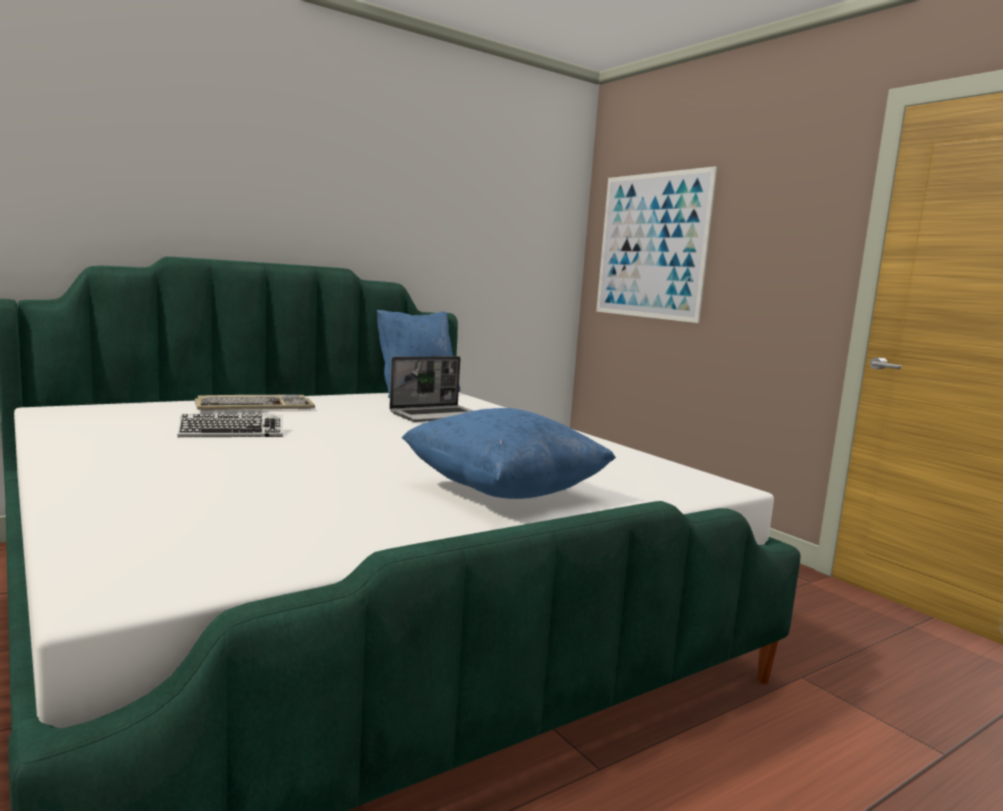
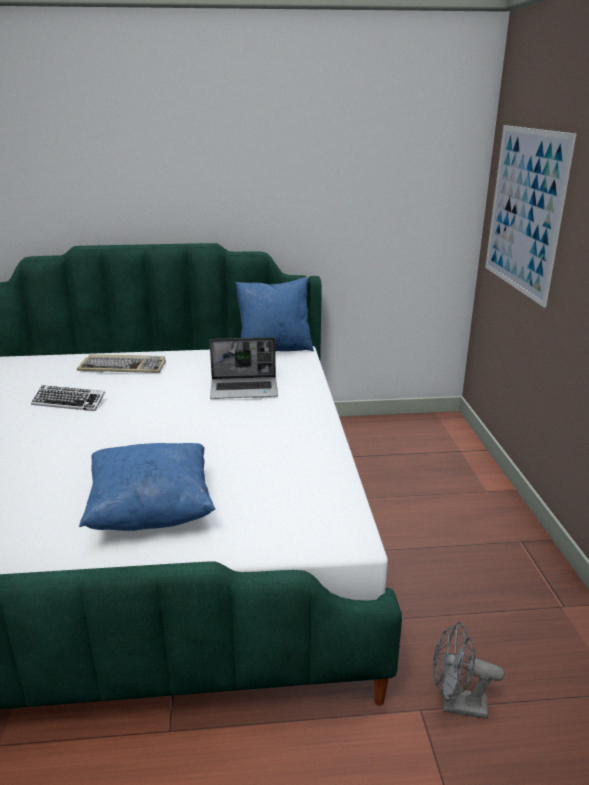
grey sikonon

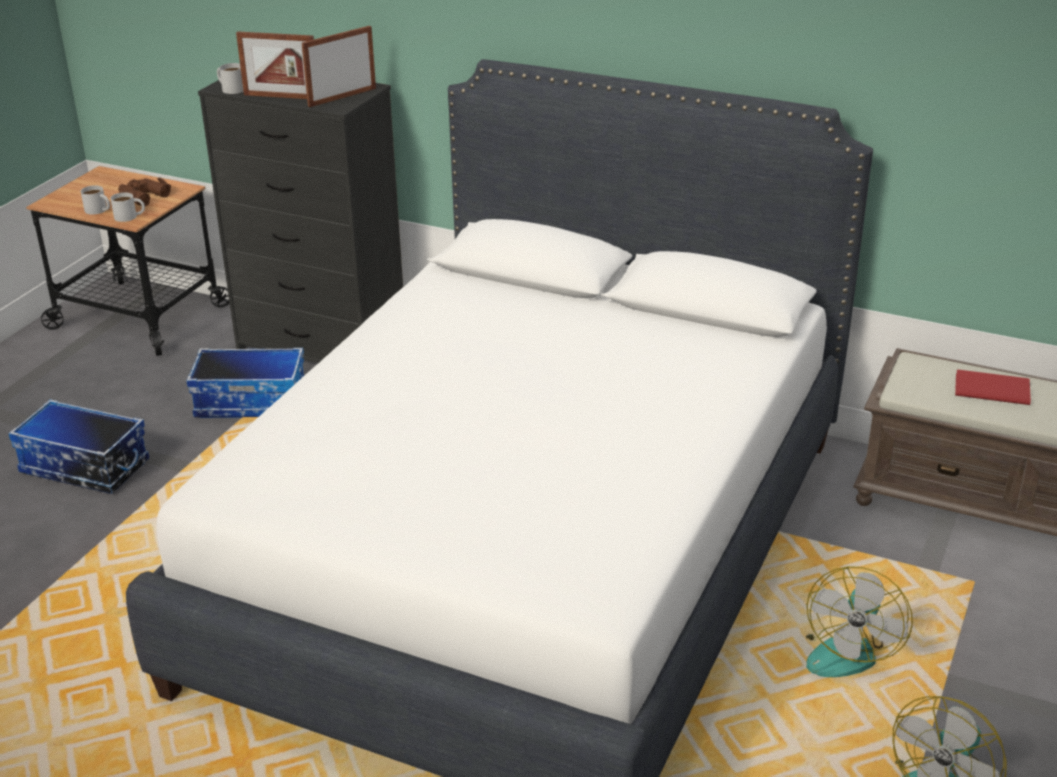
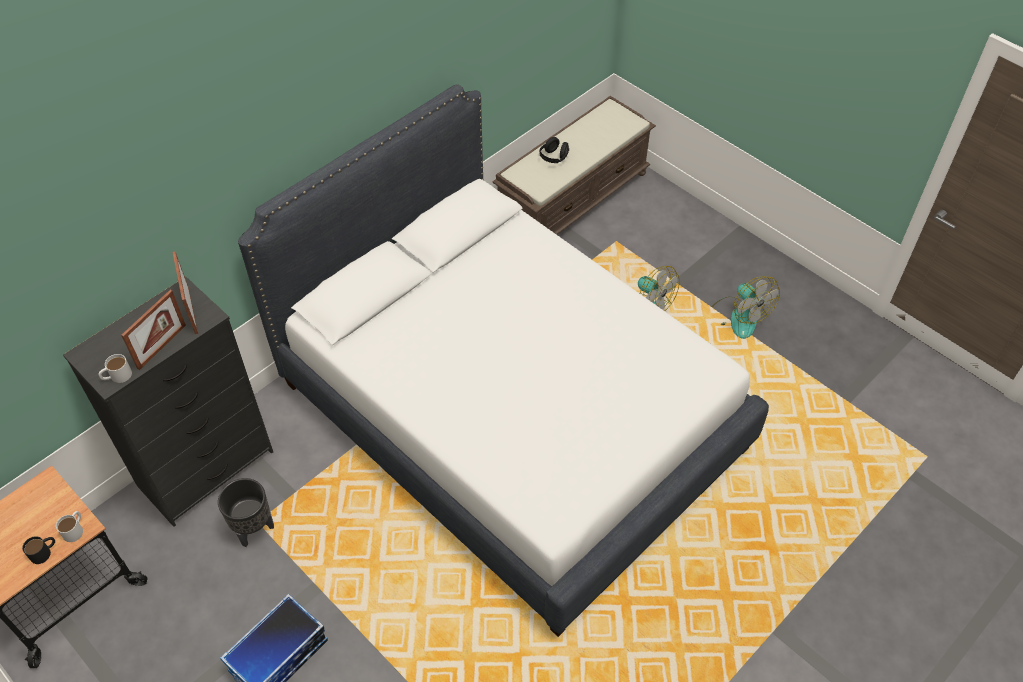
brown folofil
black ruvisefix
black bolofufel
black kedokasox

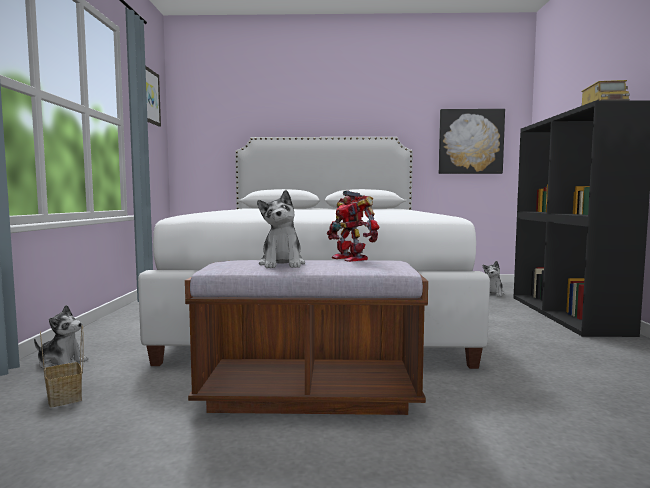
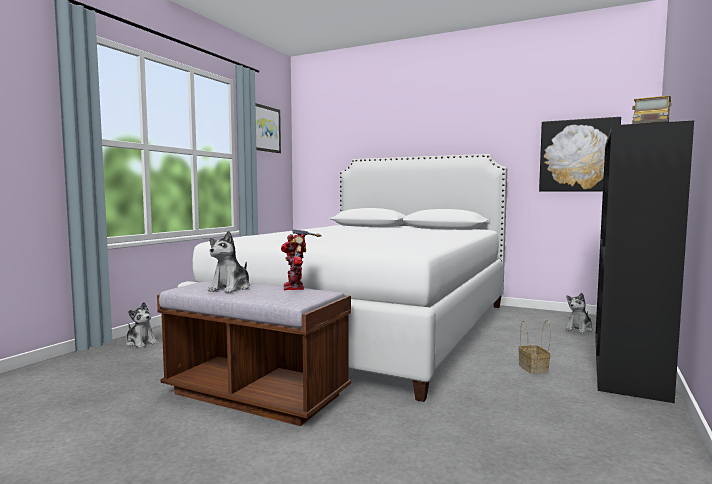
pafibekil

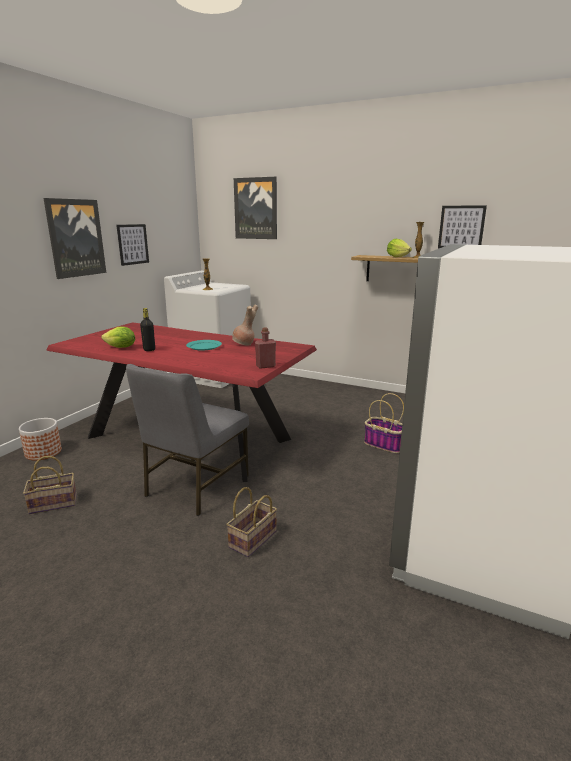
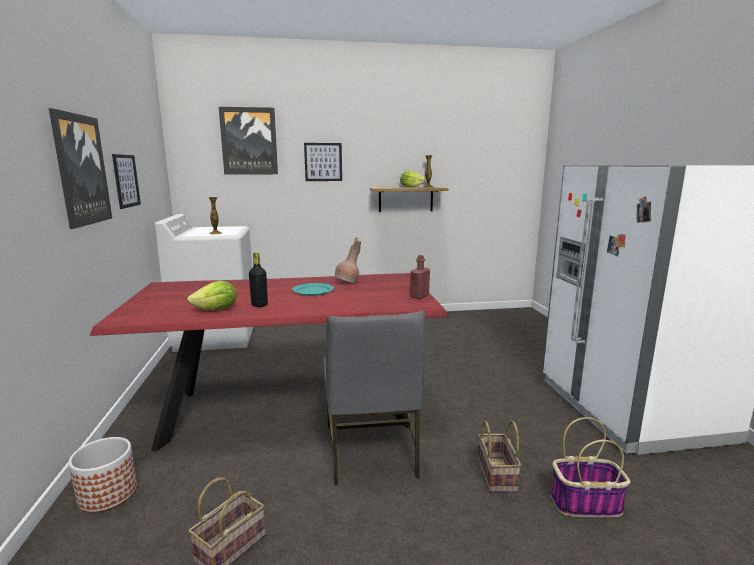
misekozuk (no. 4 from left)
pafibekil (no. 3 from left)

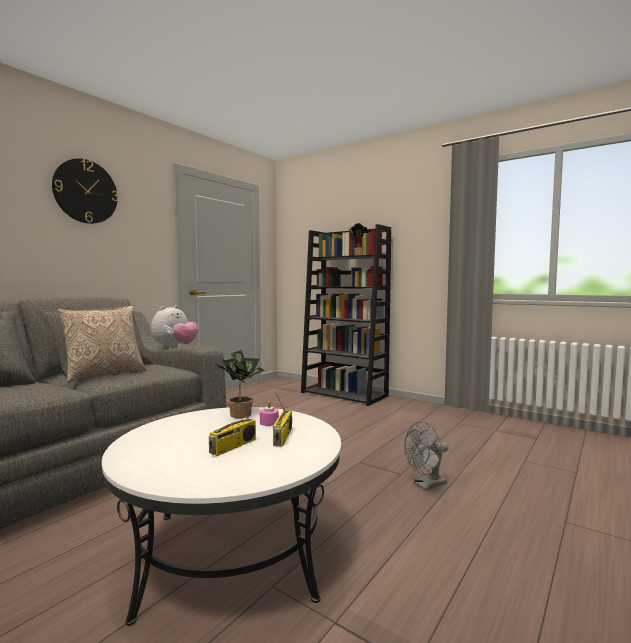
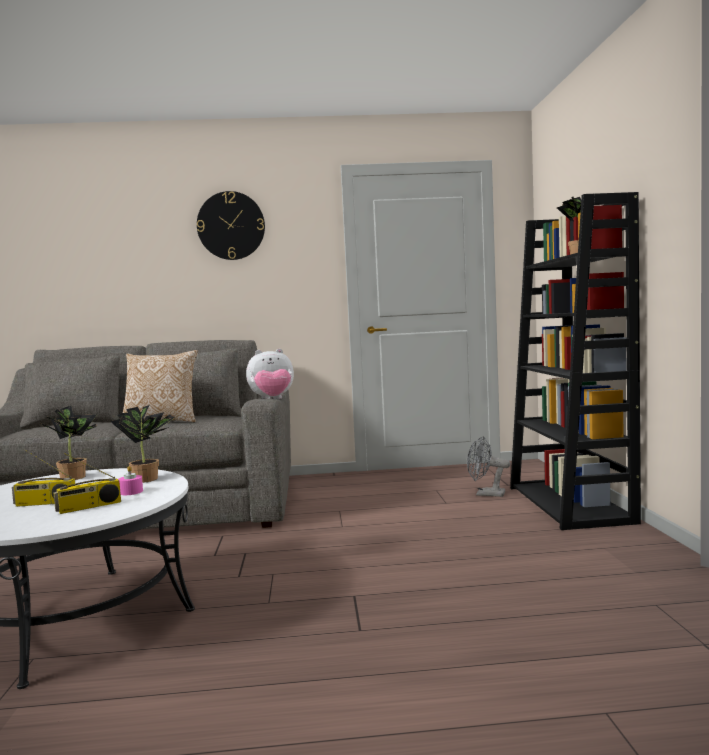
grey sikonon
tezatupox (no. 1 from left)

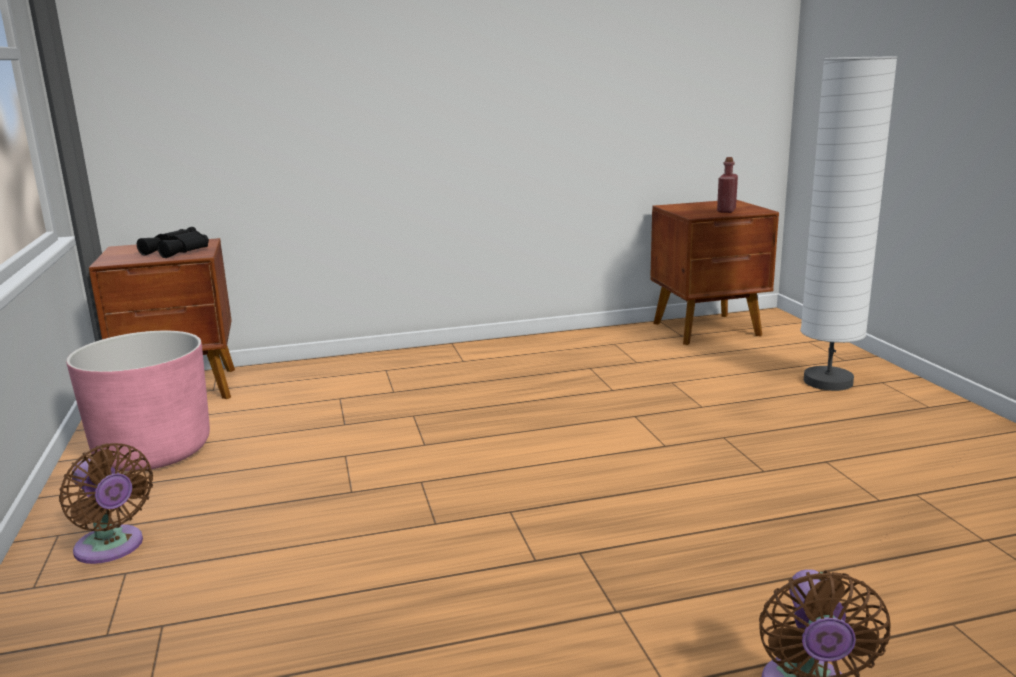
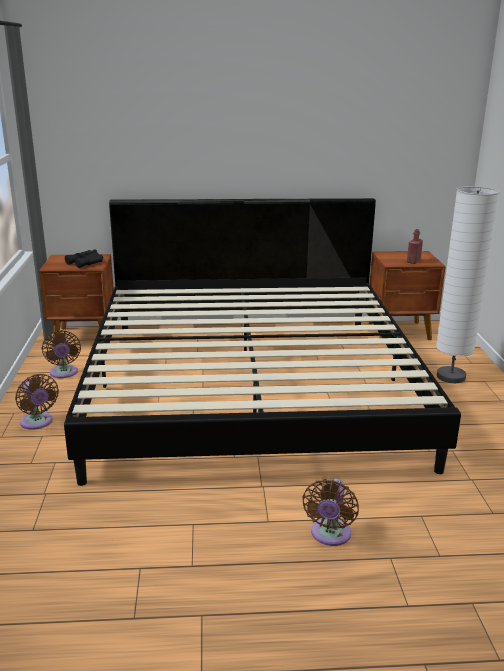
brown sikonon (no. 2 from left)
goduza

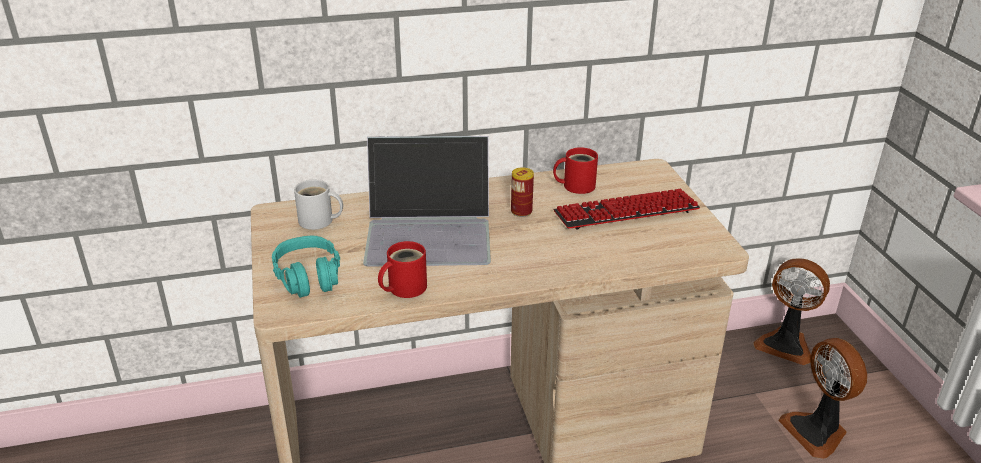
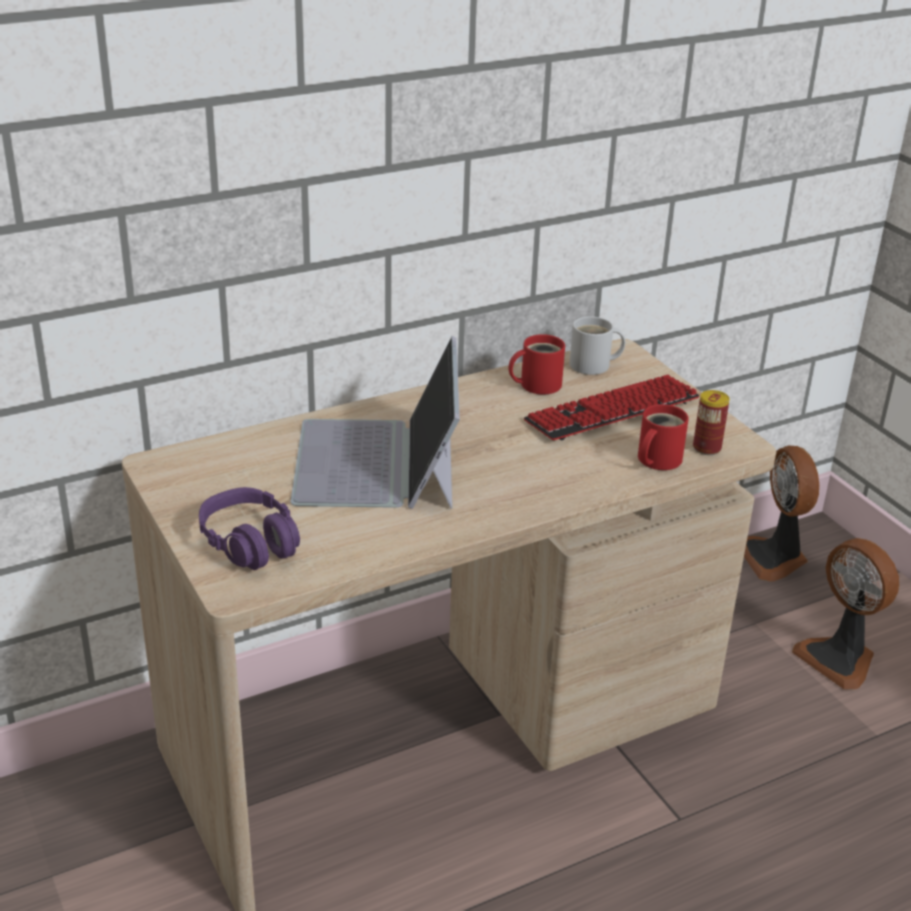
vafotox
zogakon
white ruvisefix
purple kedokasox
red ruvisefix (no. 2 from left)
sikonon (no. 1 from left)

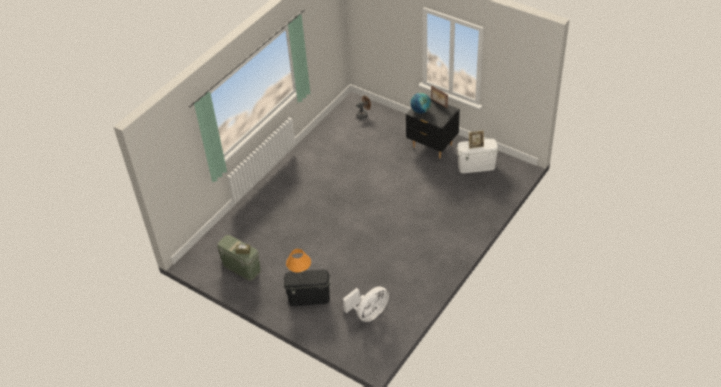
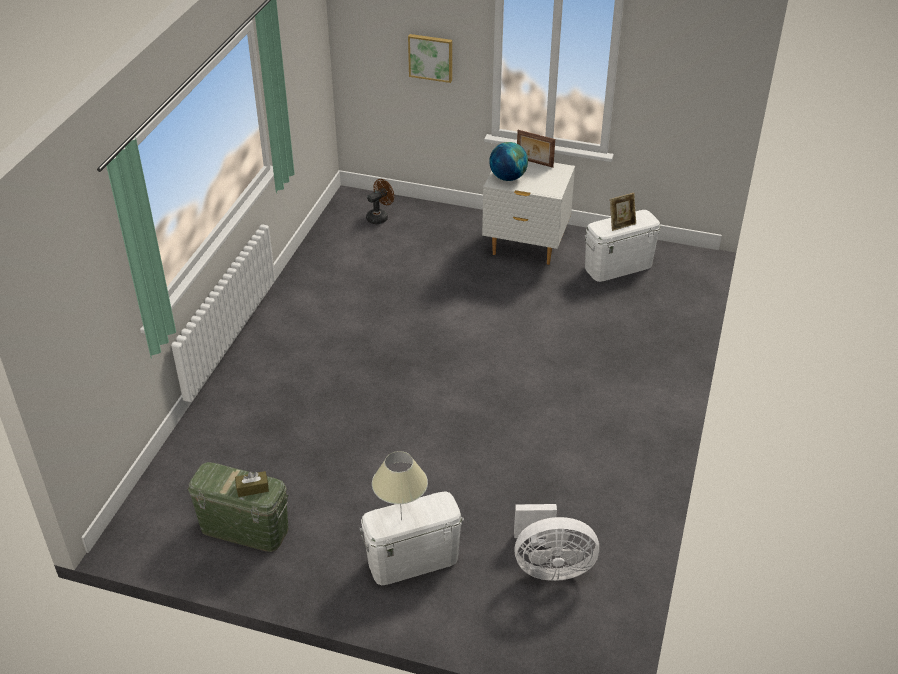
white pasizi
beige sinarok
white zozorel (no. 1 from left)
white sikonon
misekozuk

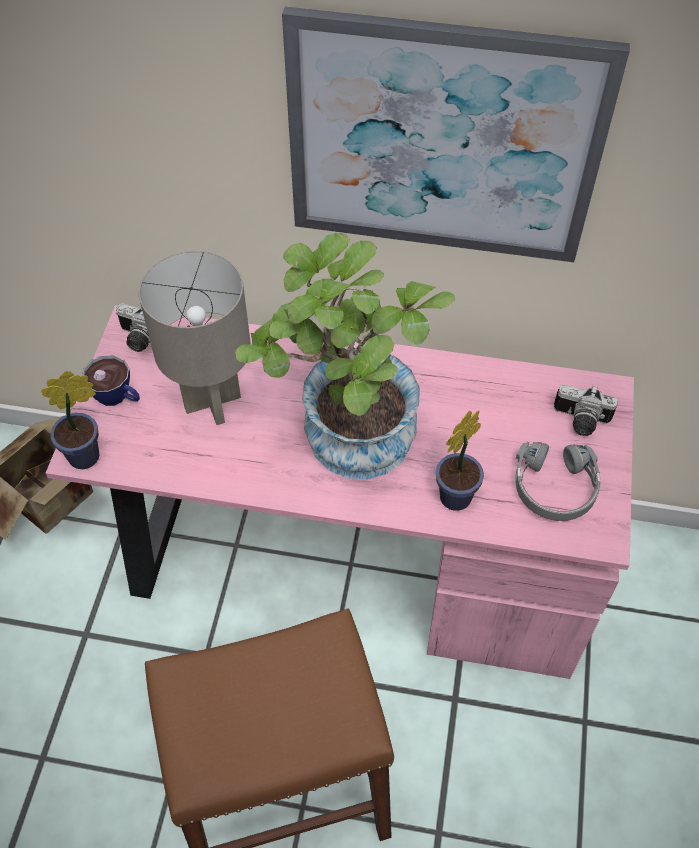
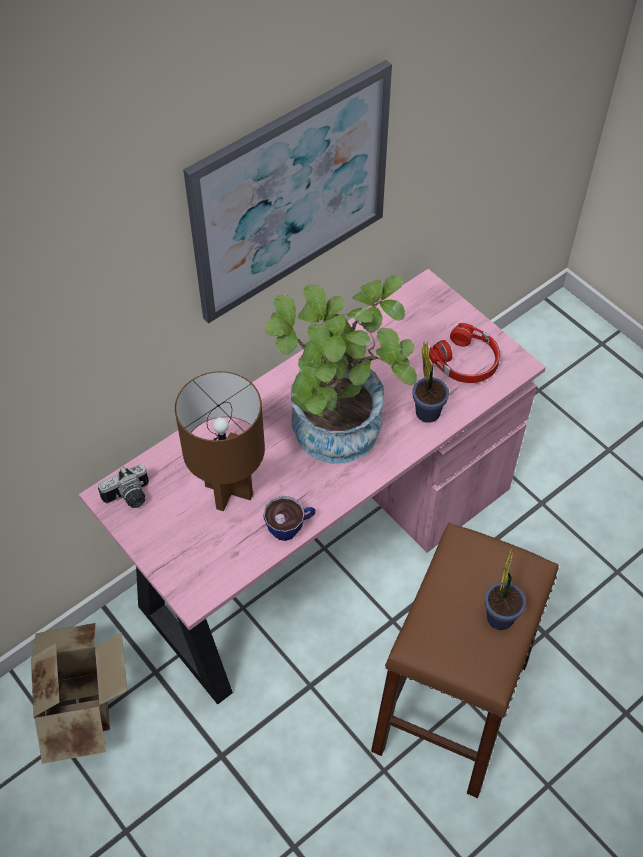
brown sinarok
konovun
tezatupox (no. 3 from left)
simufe (no. 2 from left in the first image)
red kedokasox

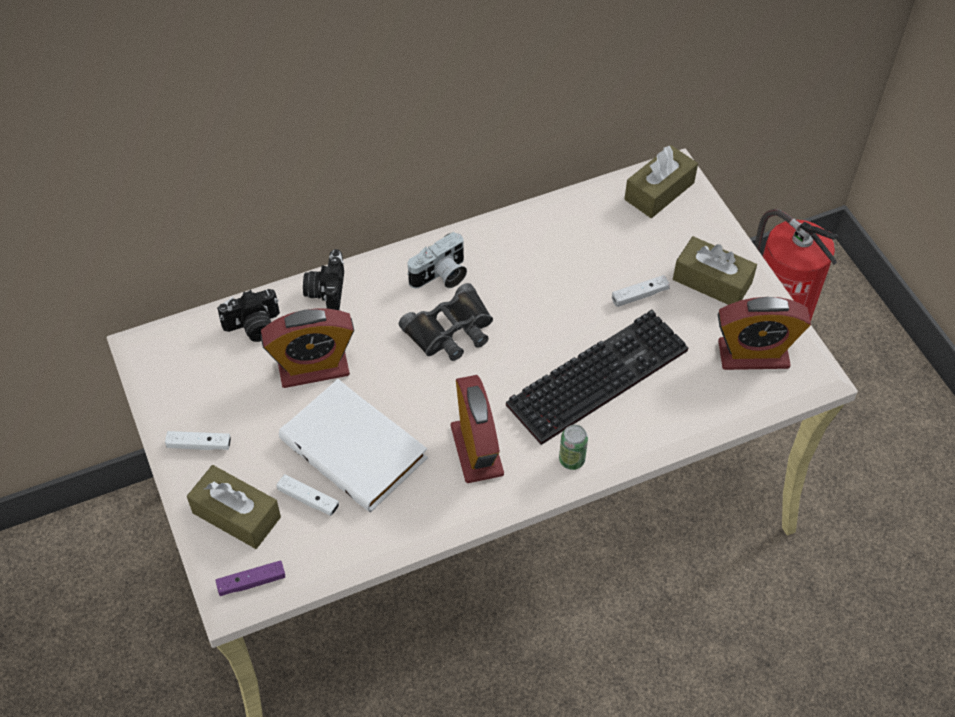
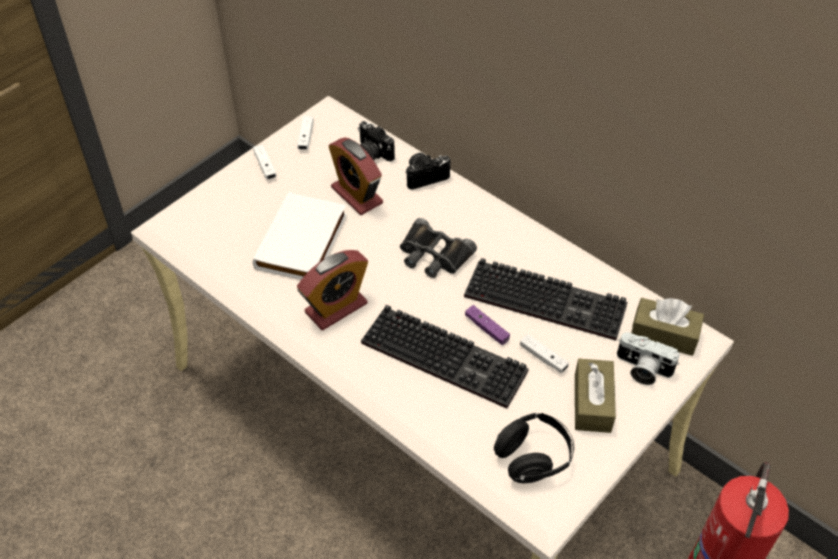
simufe (no. 3 from left)
black kedokasox
zogakon
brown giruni (no. 1 from left in the first image)
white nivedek (no. 2 from left)
purple nivedek
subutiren (no. 2 from left)

